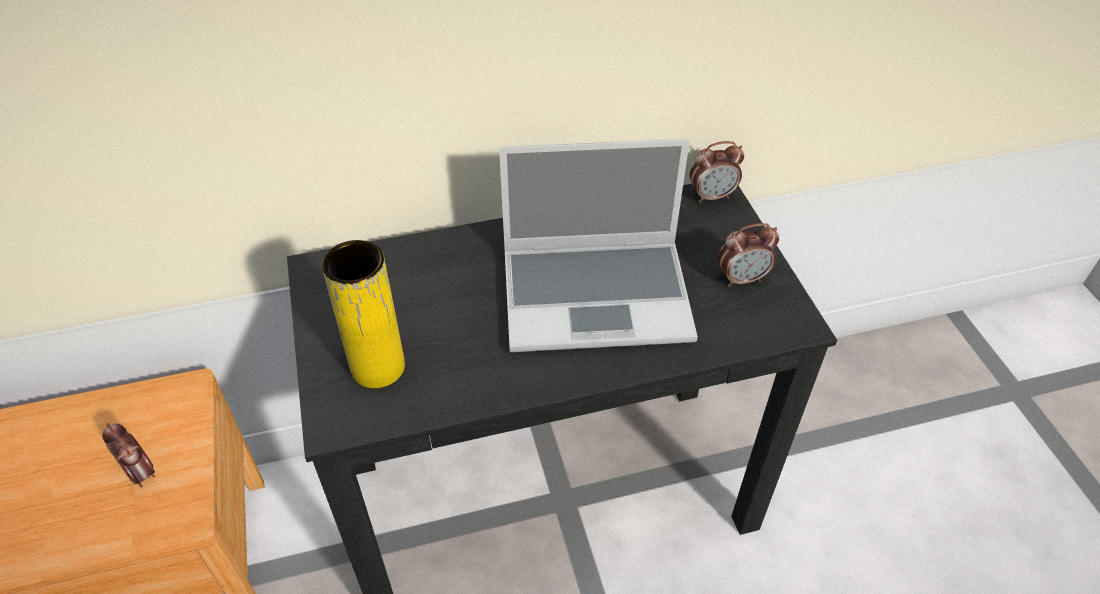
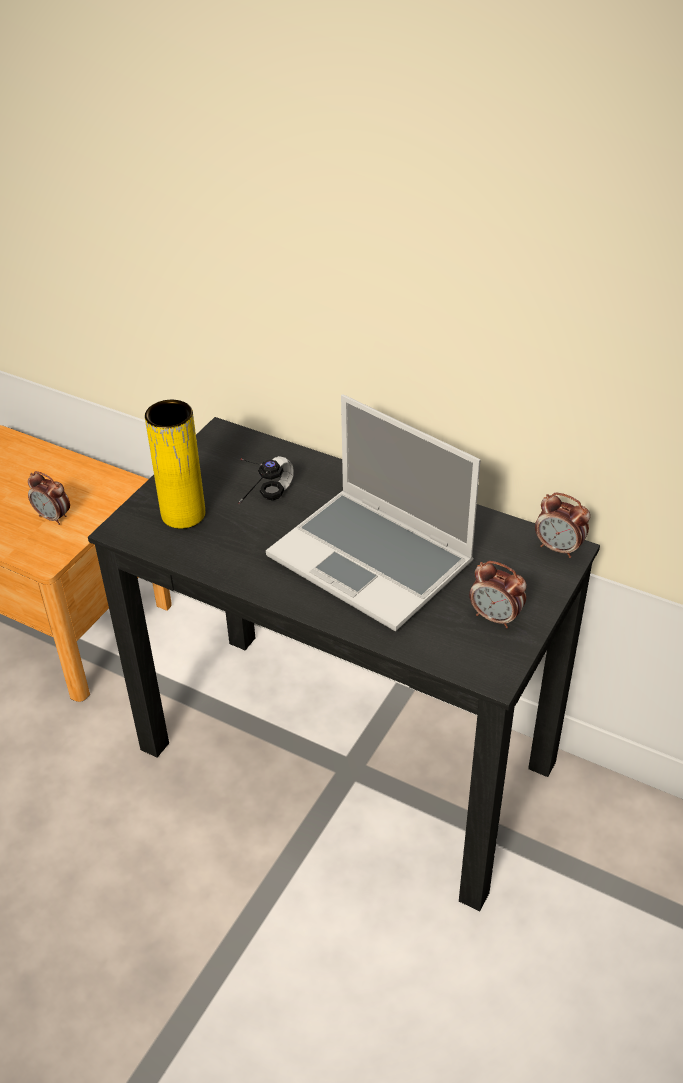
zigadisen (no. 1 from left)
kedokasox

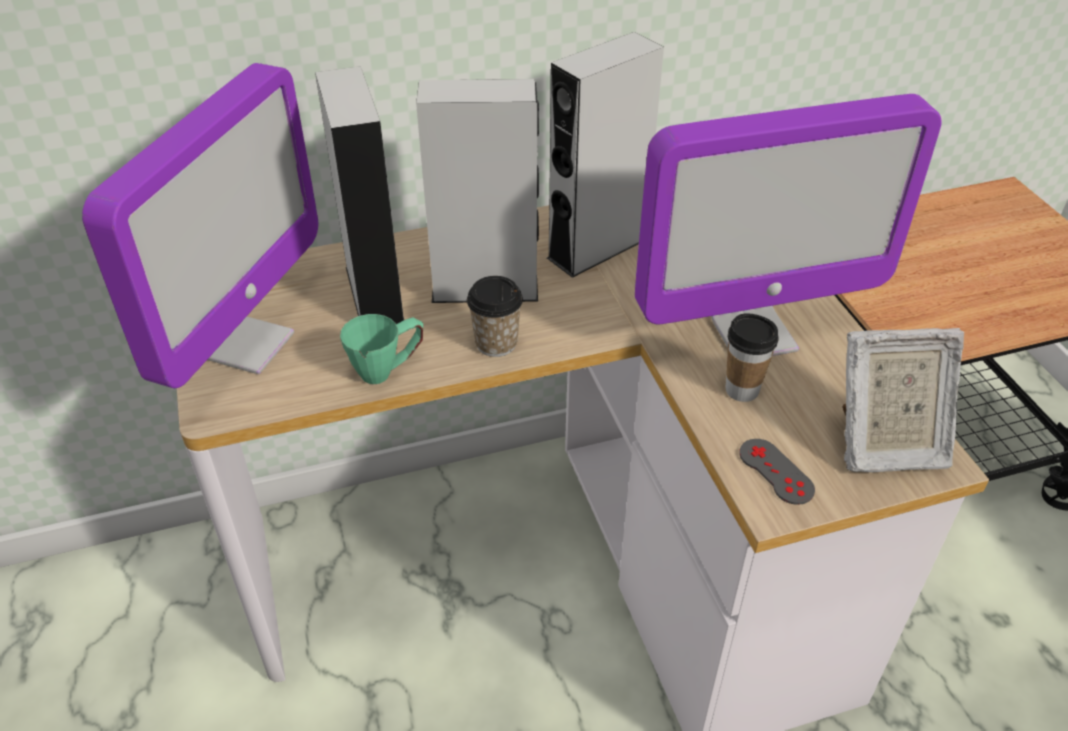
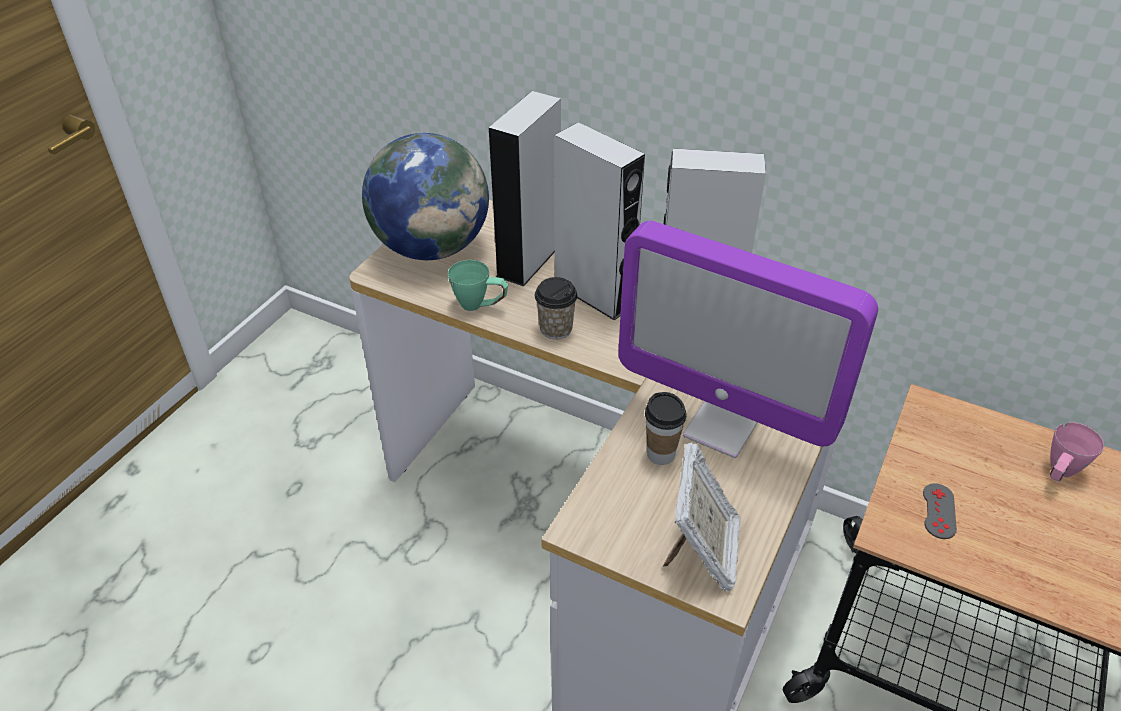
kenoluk
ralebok
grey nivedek
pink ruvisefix

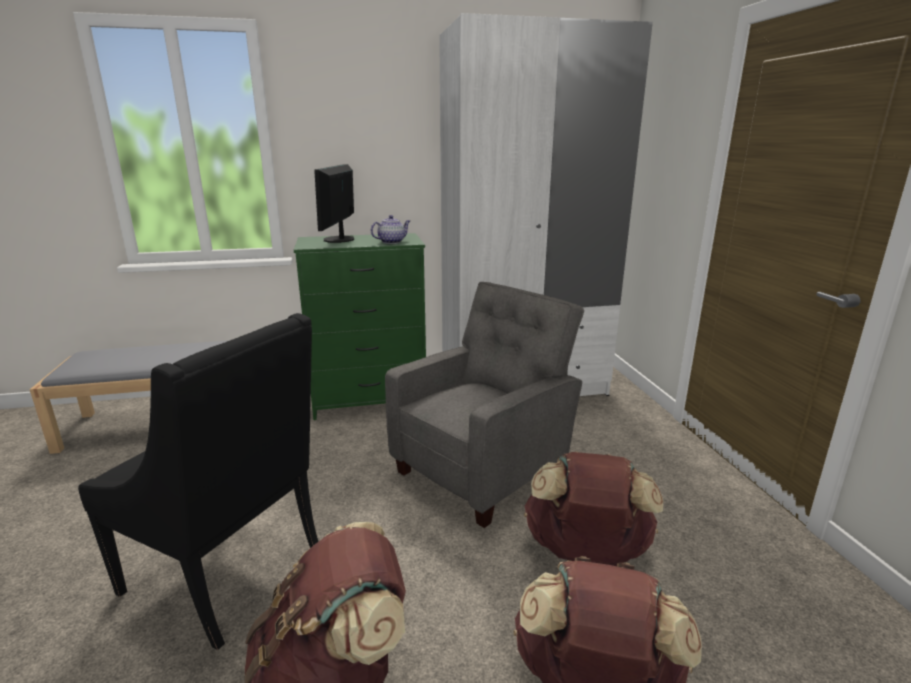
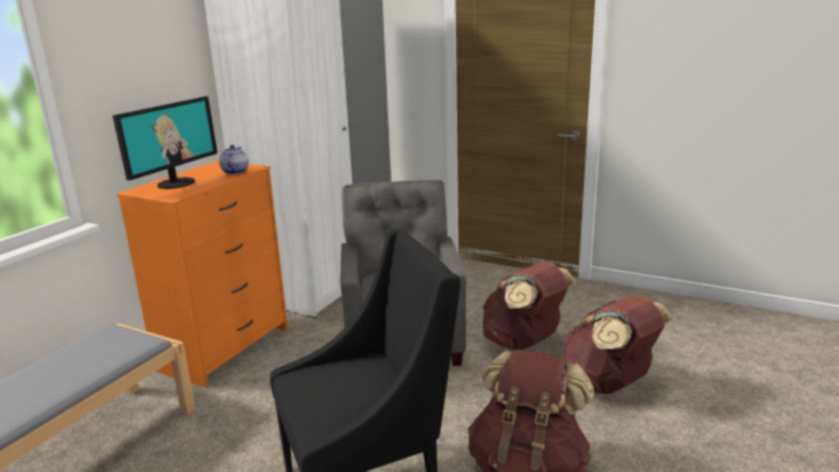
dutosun
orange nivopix

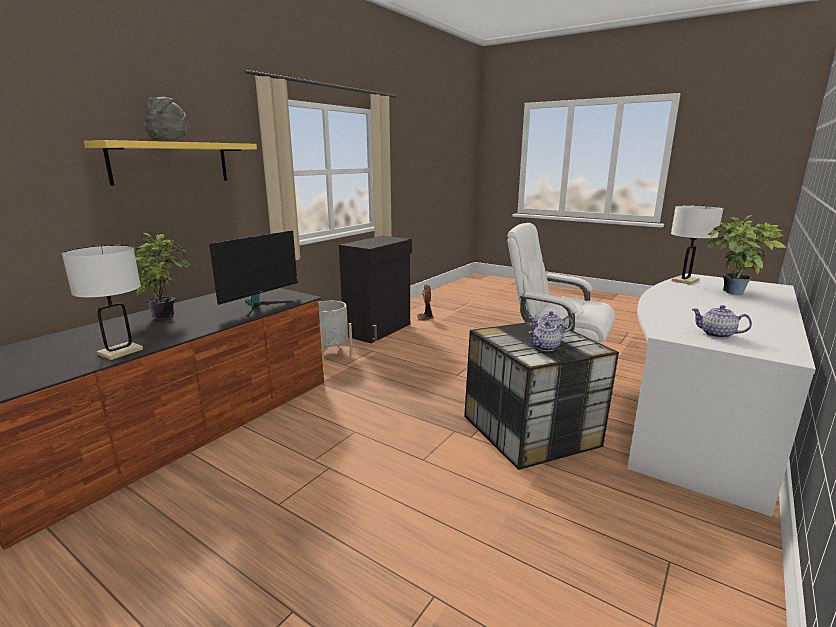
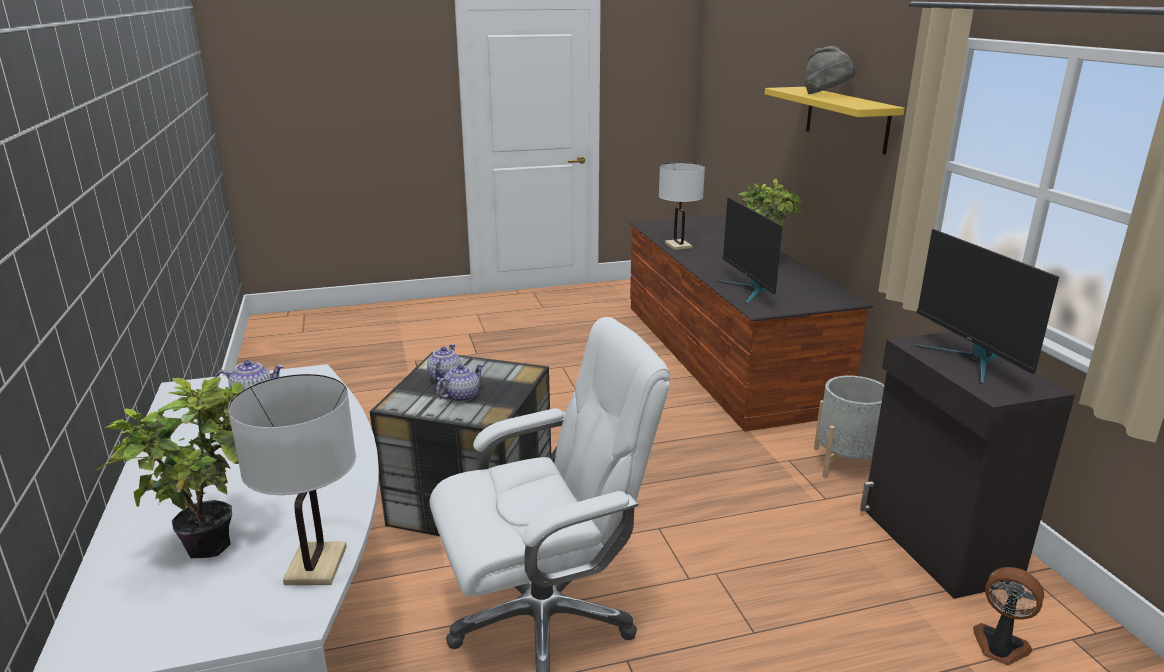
dutosun (no. 2 from left)

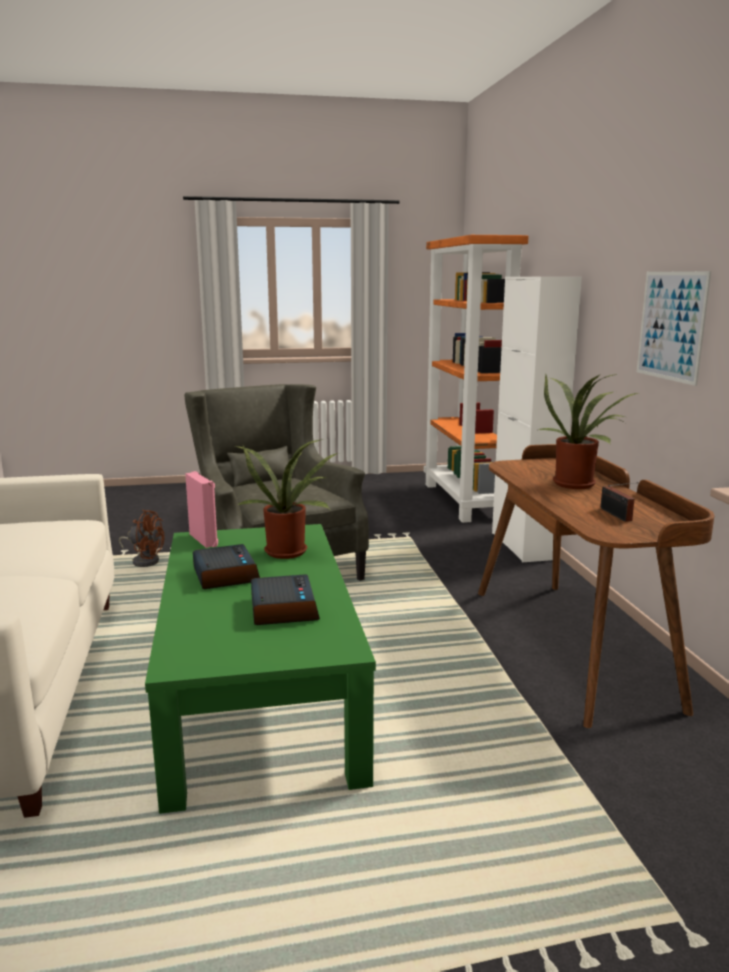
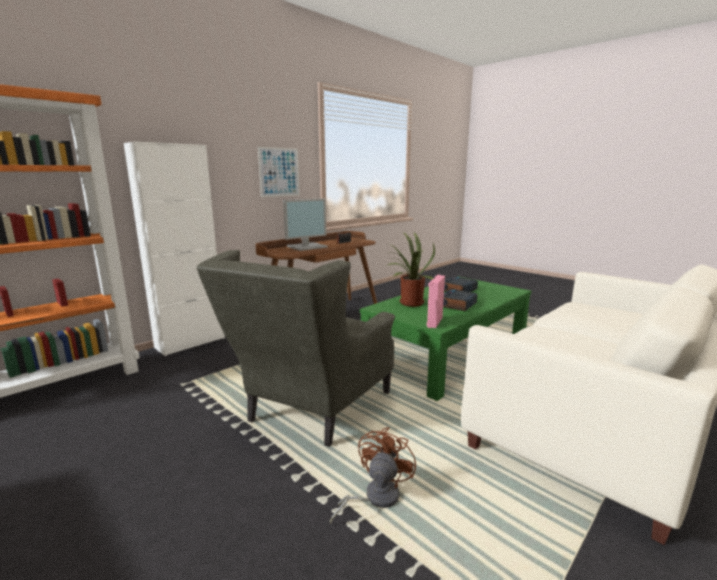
dutosun
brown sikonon

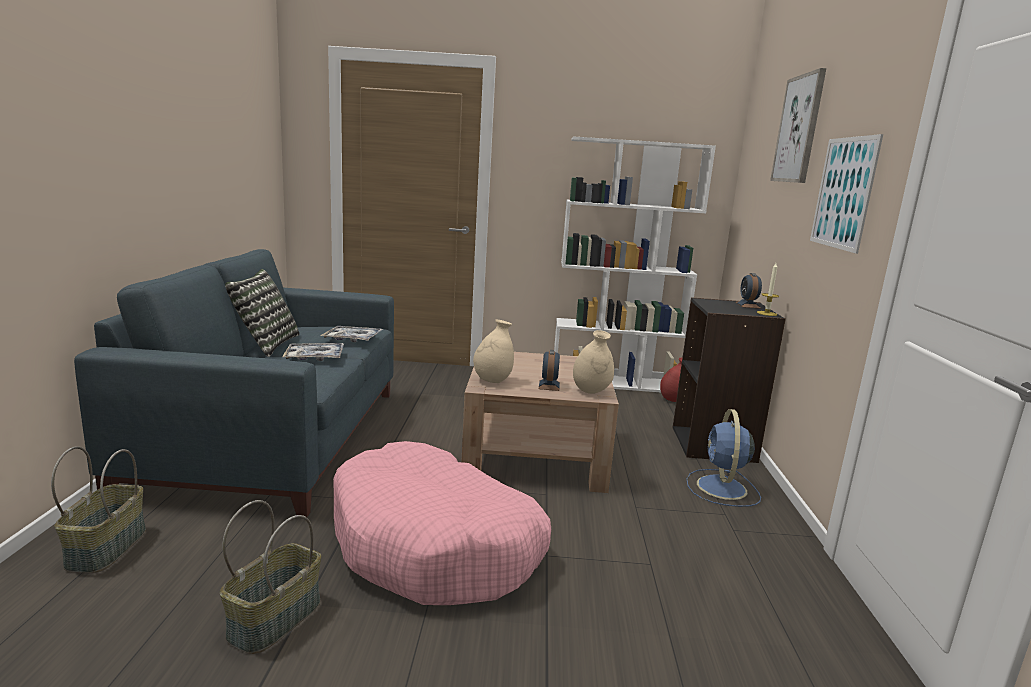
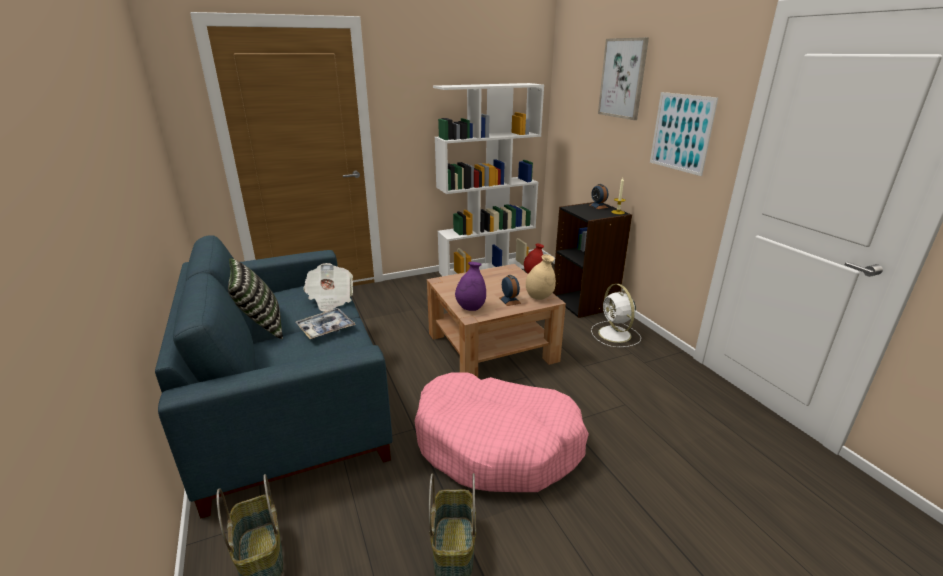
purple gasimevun
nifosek
white sikonon

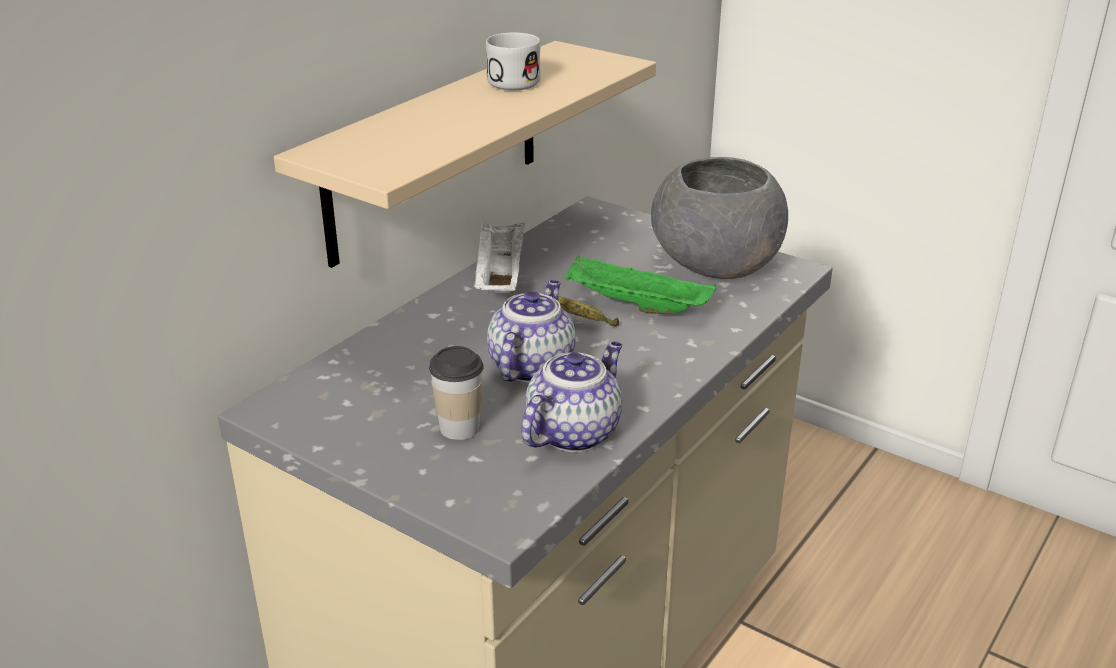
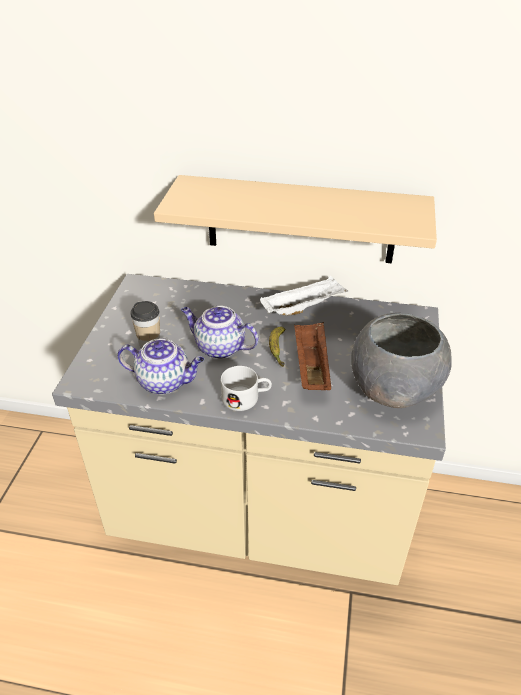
white ruvisefix
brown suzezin
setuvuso (no. 2 from left)

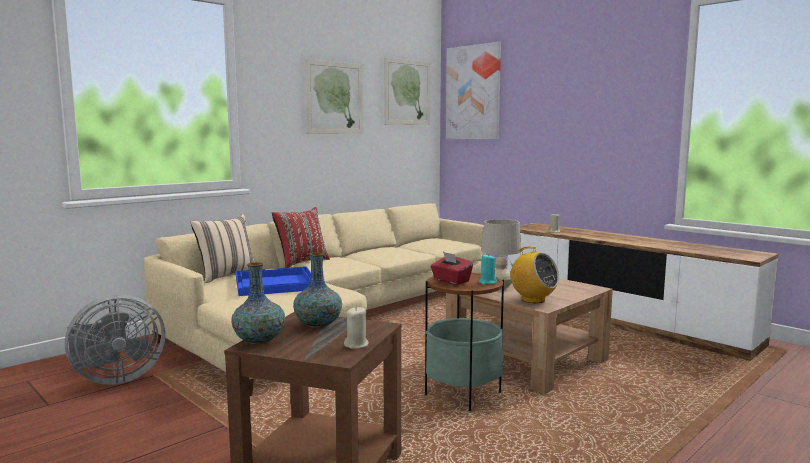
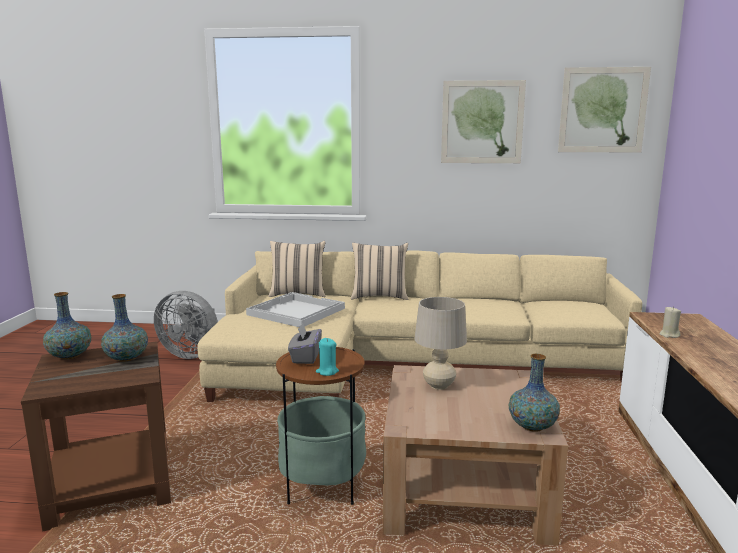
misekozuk (no. 3 from left in the first image)
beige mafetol (no. 2 from left)
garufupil
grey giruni
white suzezin
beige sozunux (no. 1 from left in the first image)
gasimevun (no. 3 from left)

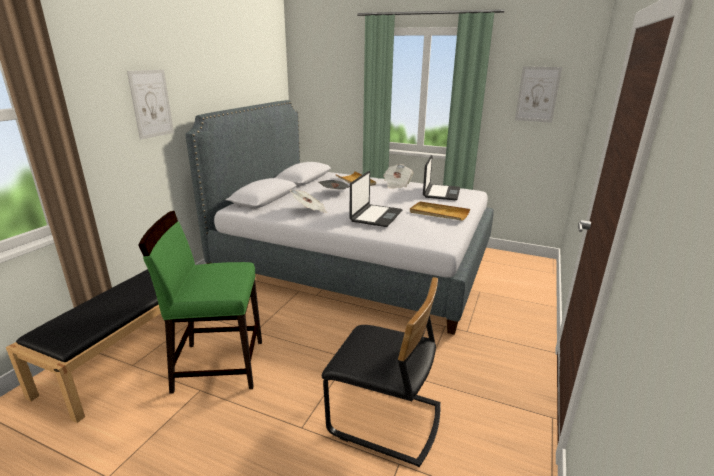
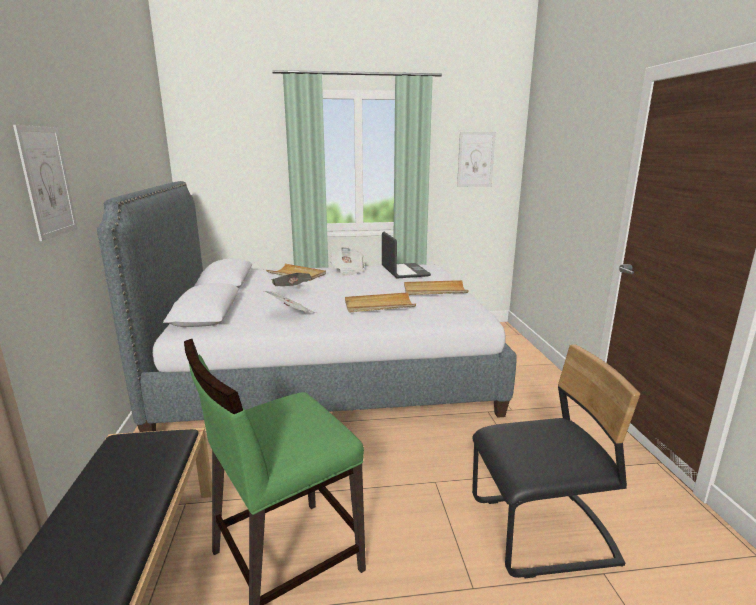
beige suzezin (no. 2 from left)

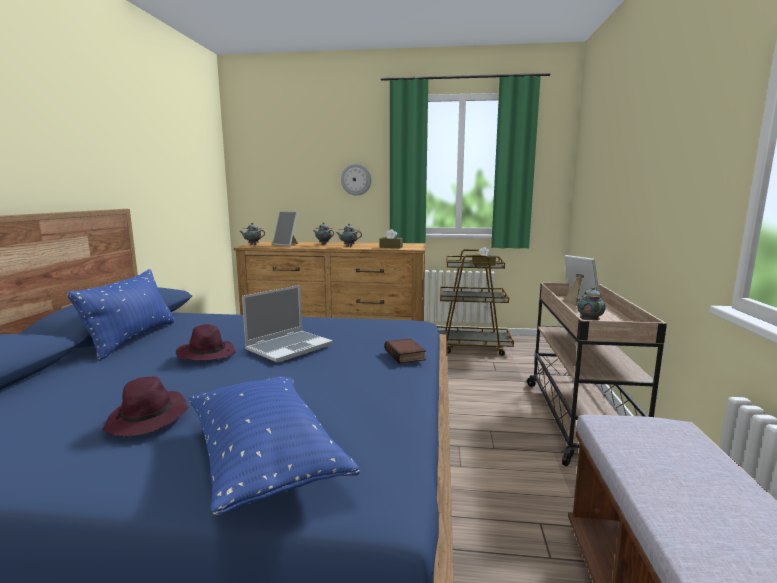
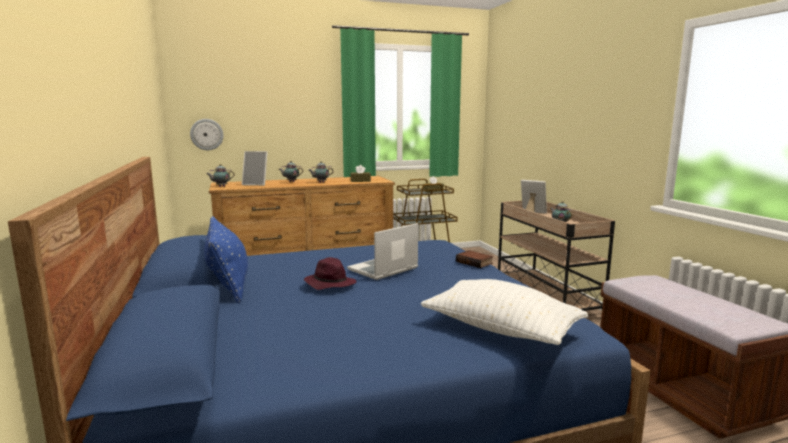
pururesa
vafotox
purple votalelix (no. 1 from left in the first image)
white mafetol

